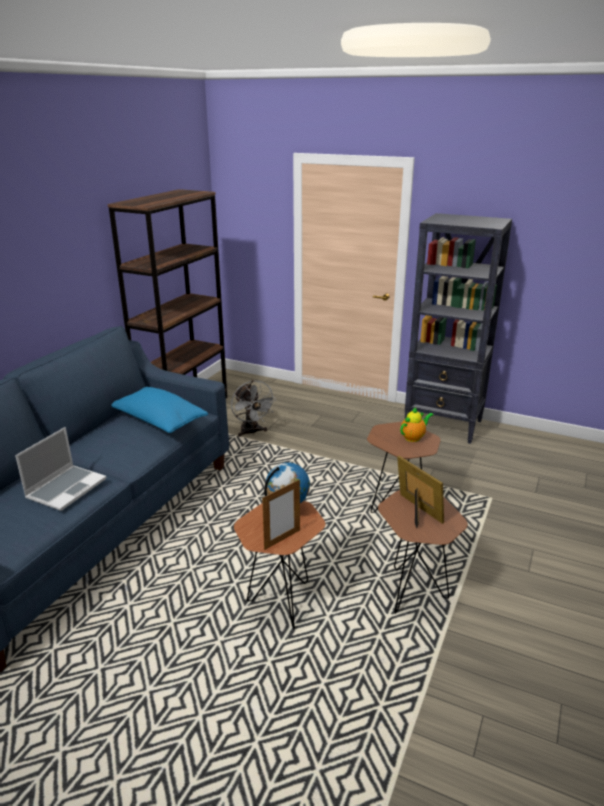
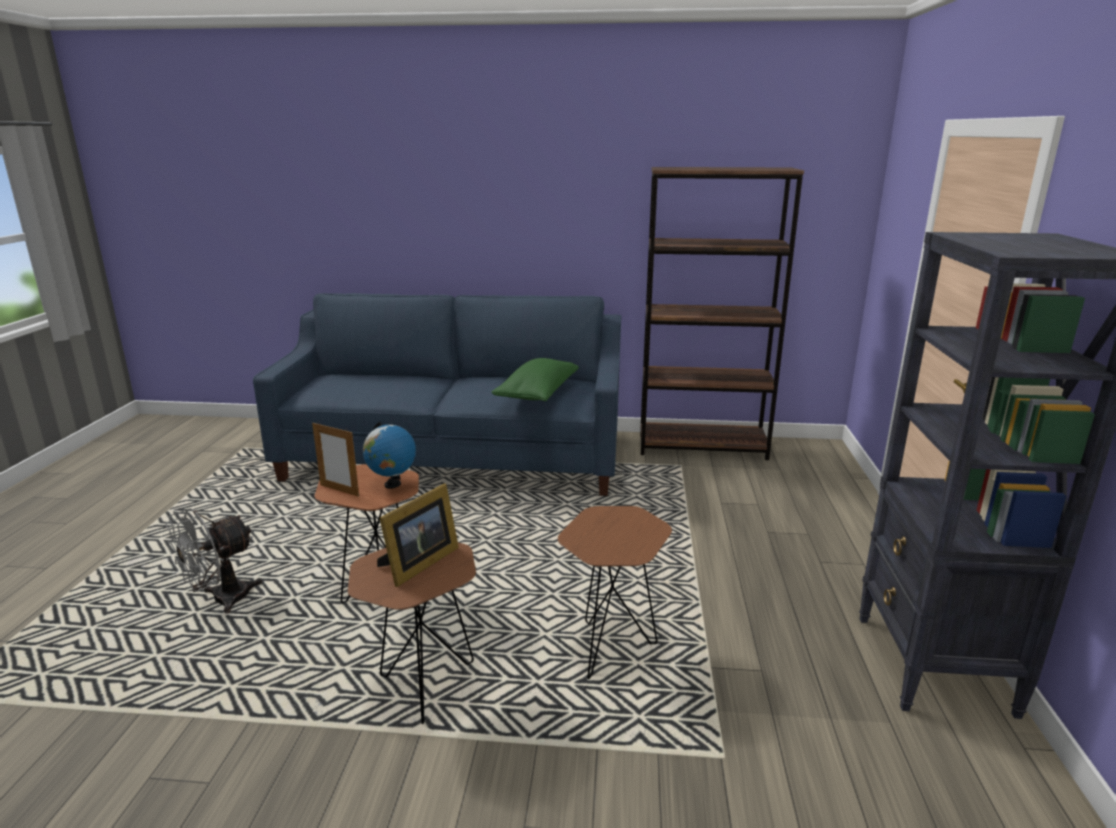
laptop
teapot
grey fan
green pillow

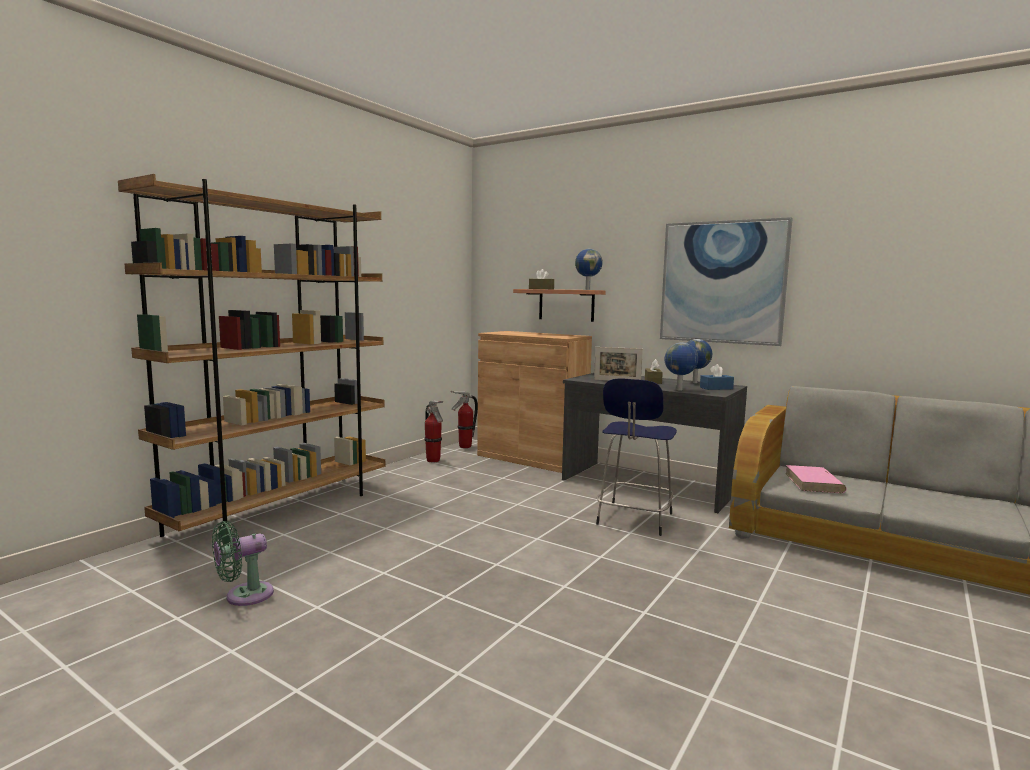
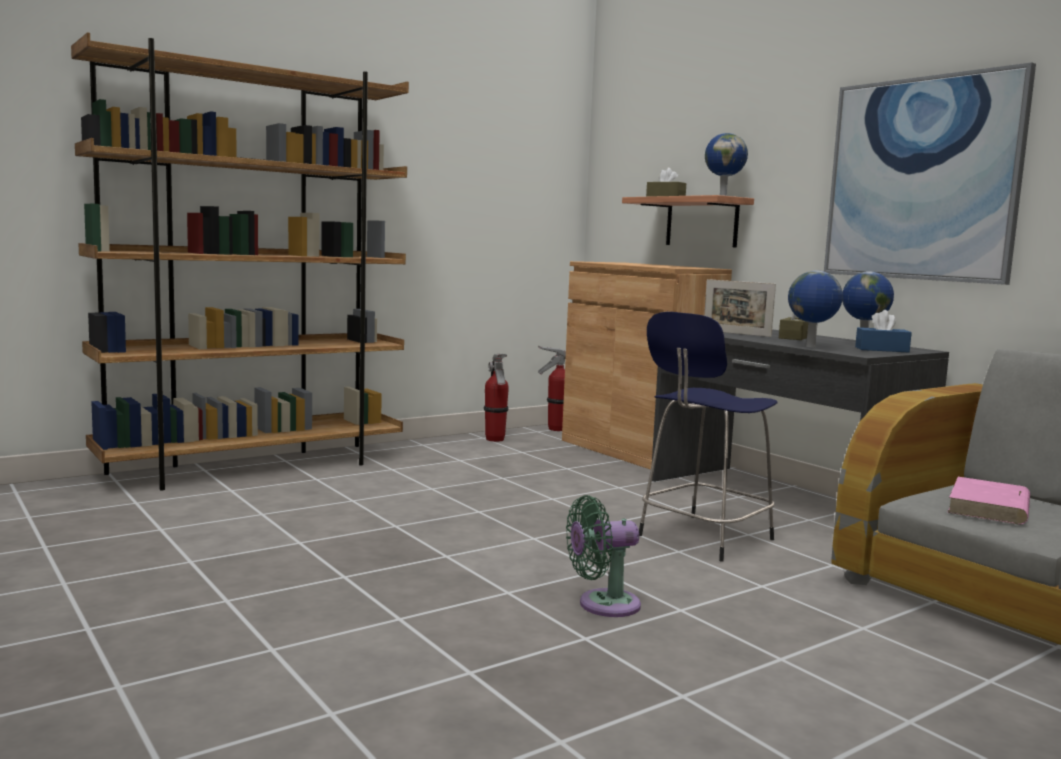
green fan

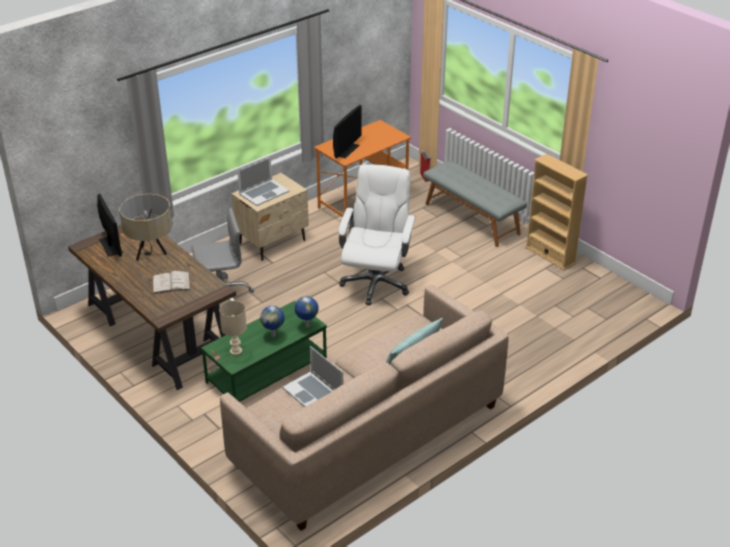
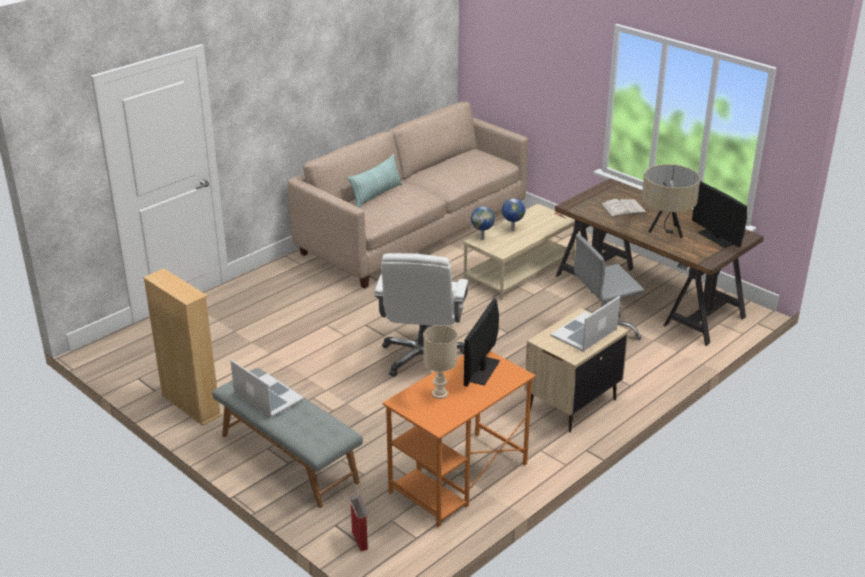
beige table lamp (1st from left)
laptop (1st from left)
beige coffee table

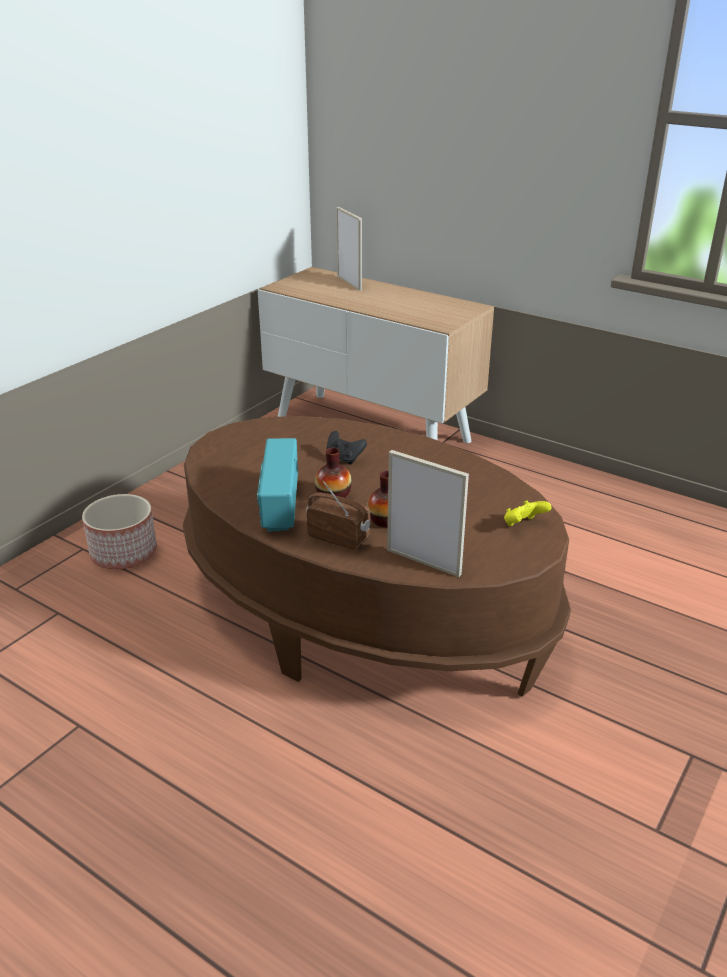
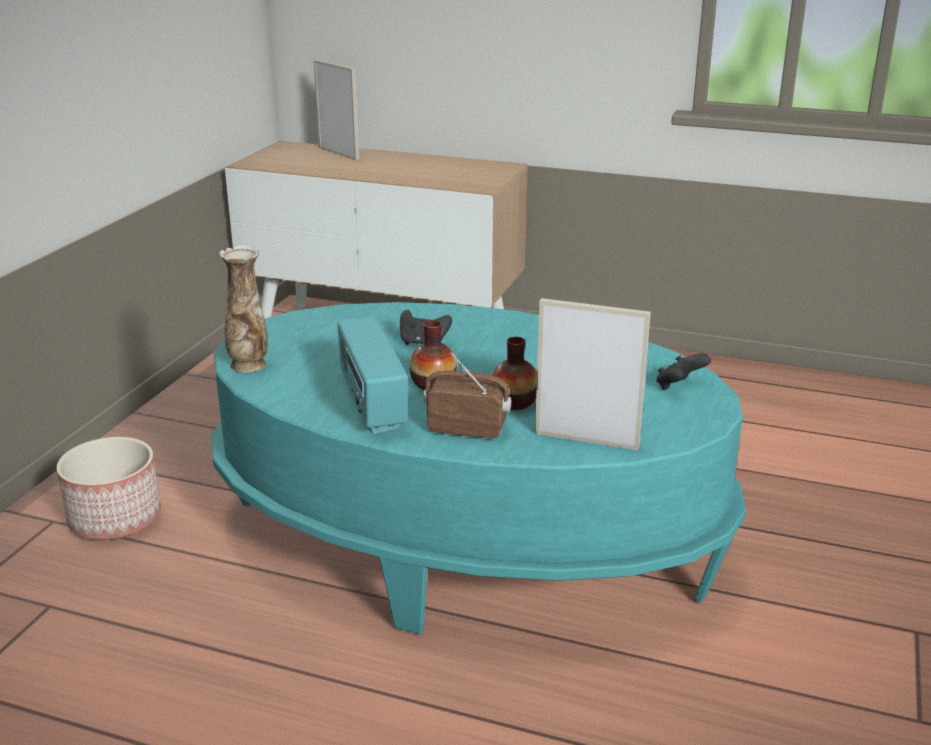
vase (1st from left)
turquoise coffee table
black game controller (2nd from left)

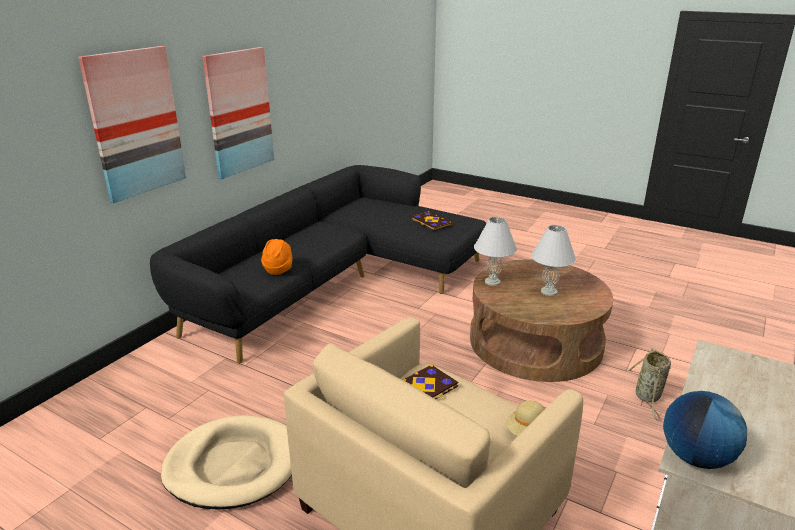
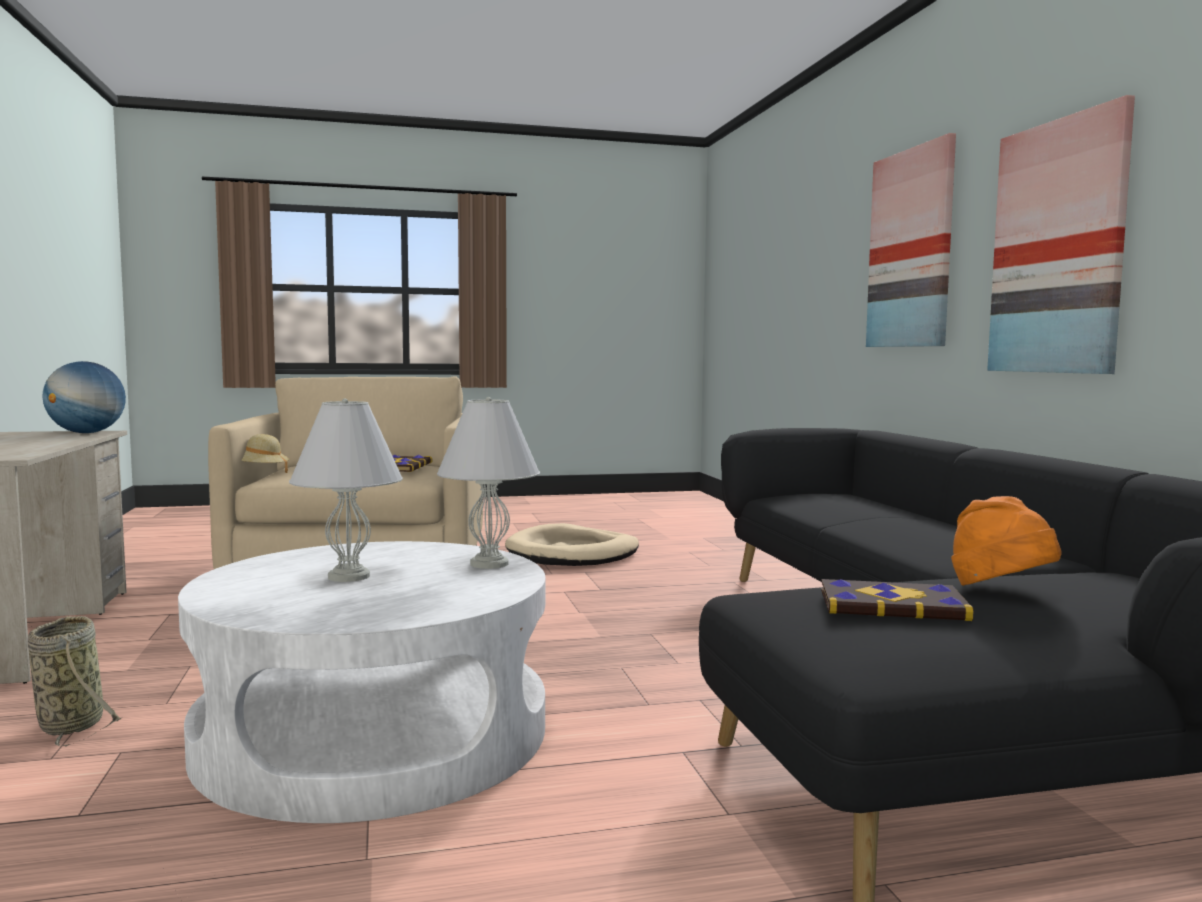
orange hat
white coffee table

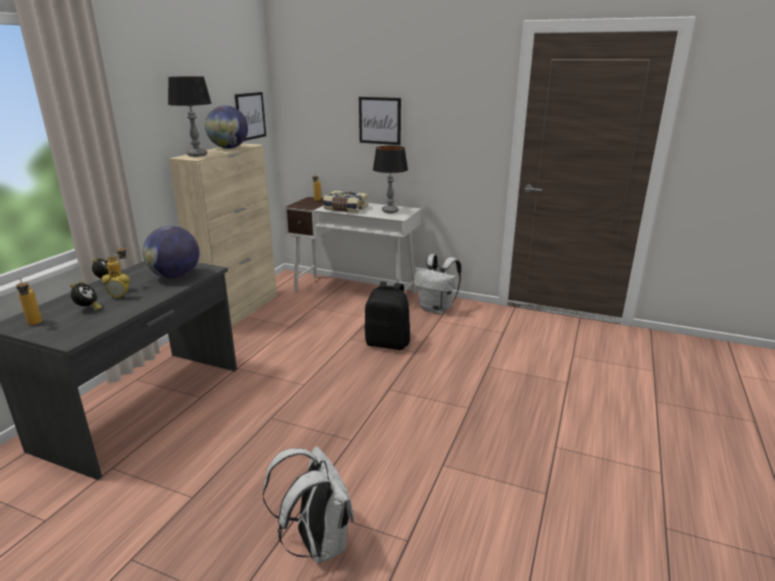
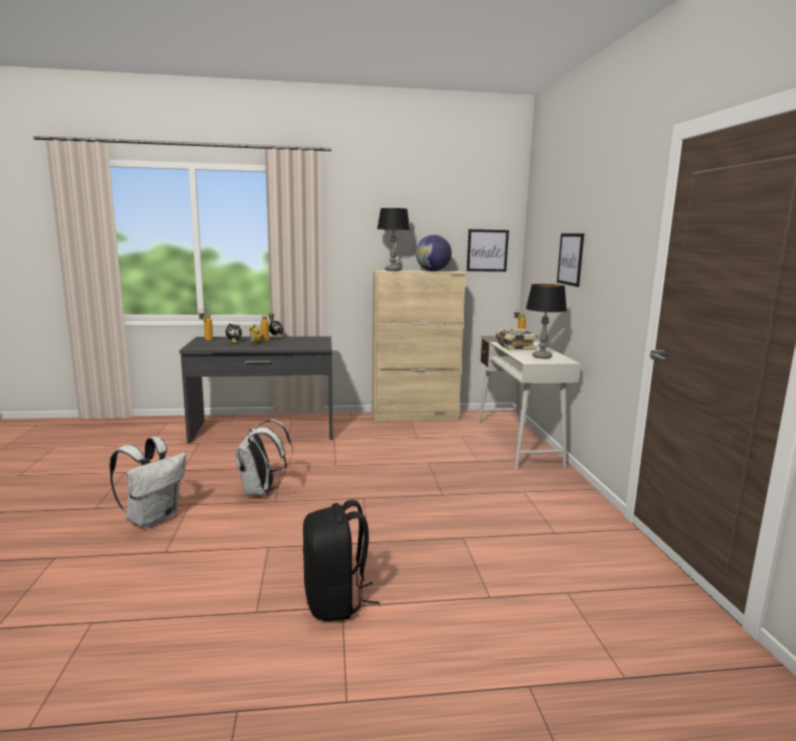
globe (1st from left in the first image)
black backpack
white backpack (2nd from left)

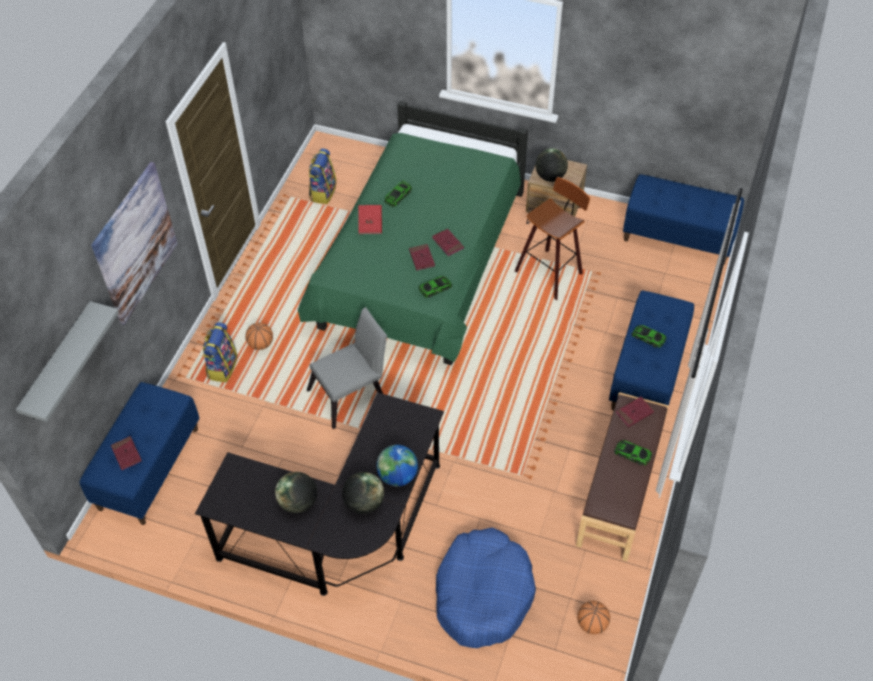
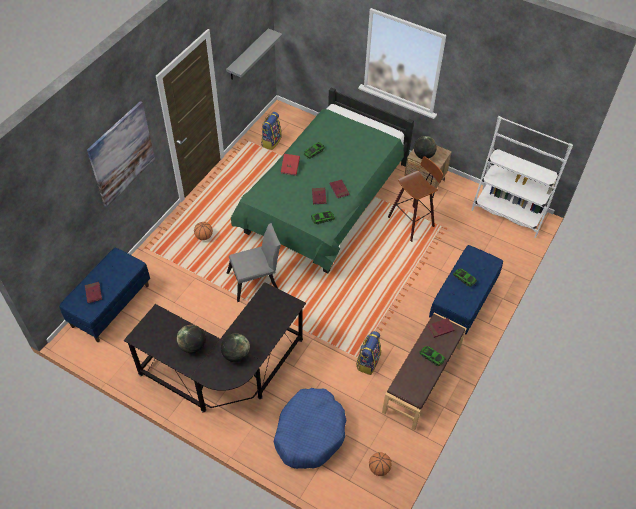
globe (3rd from left in the first image)
grey shelf
backpack (2nd from left)
white bookcase

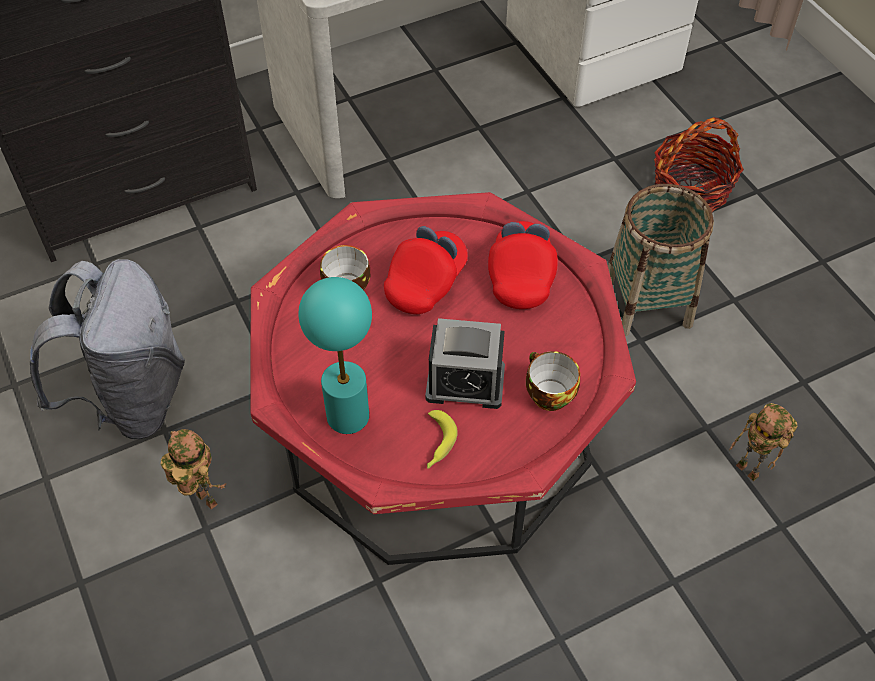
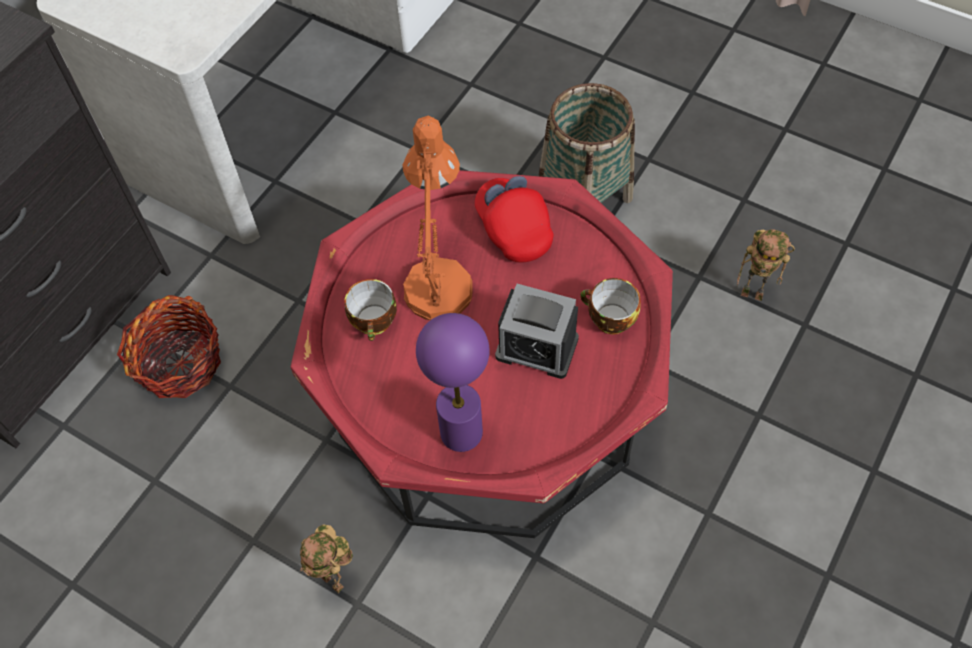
grey backpack
banana
basket (1st from left)
orange table lamp
purple table lamp
toy robot (1st from left)
alarm clock

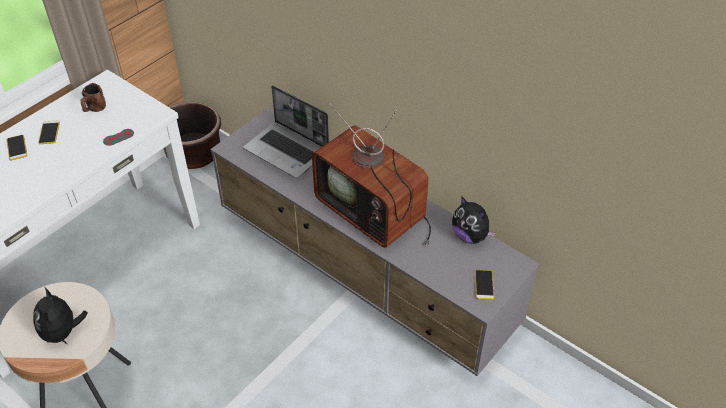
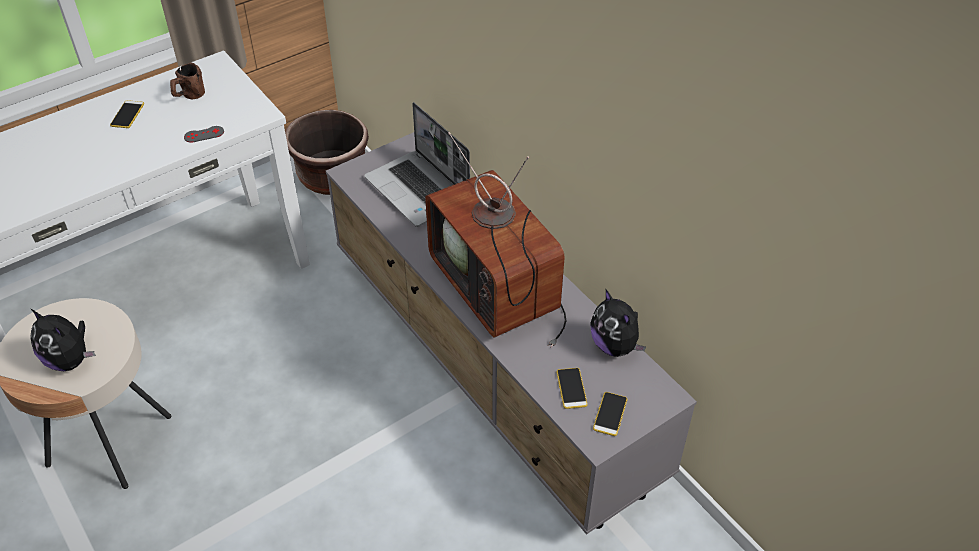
phone (2nd from left)
plush toy (1st from left)

